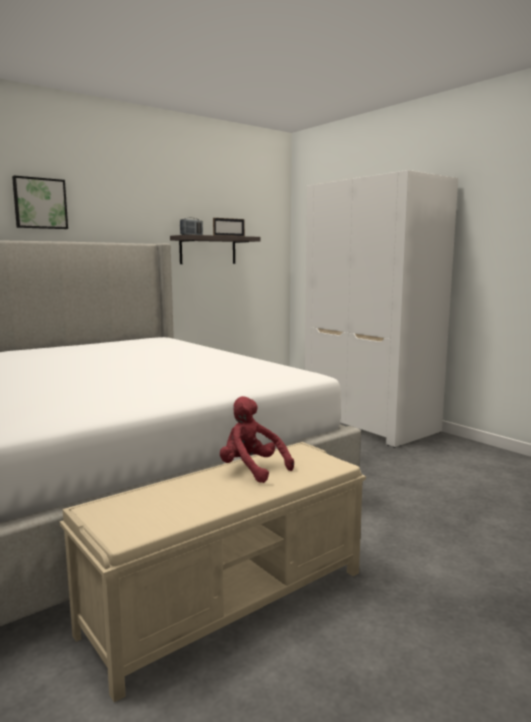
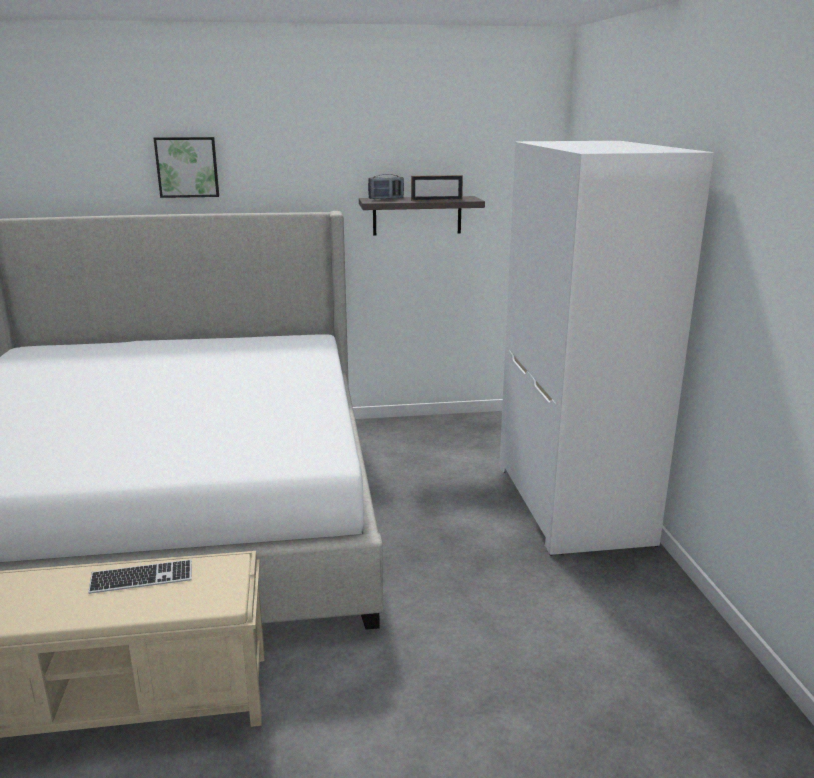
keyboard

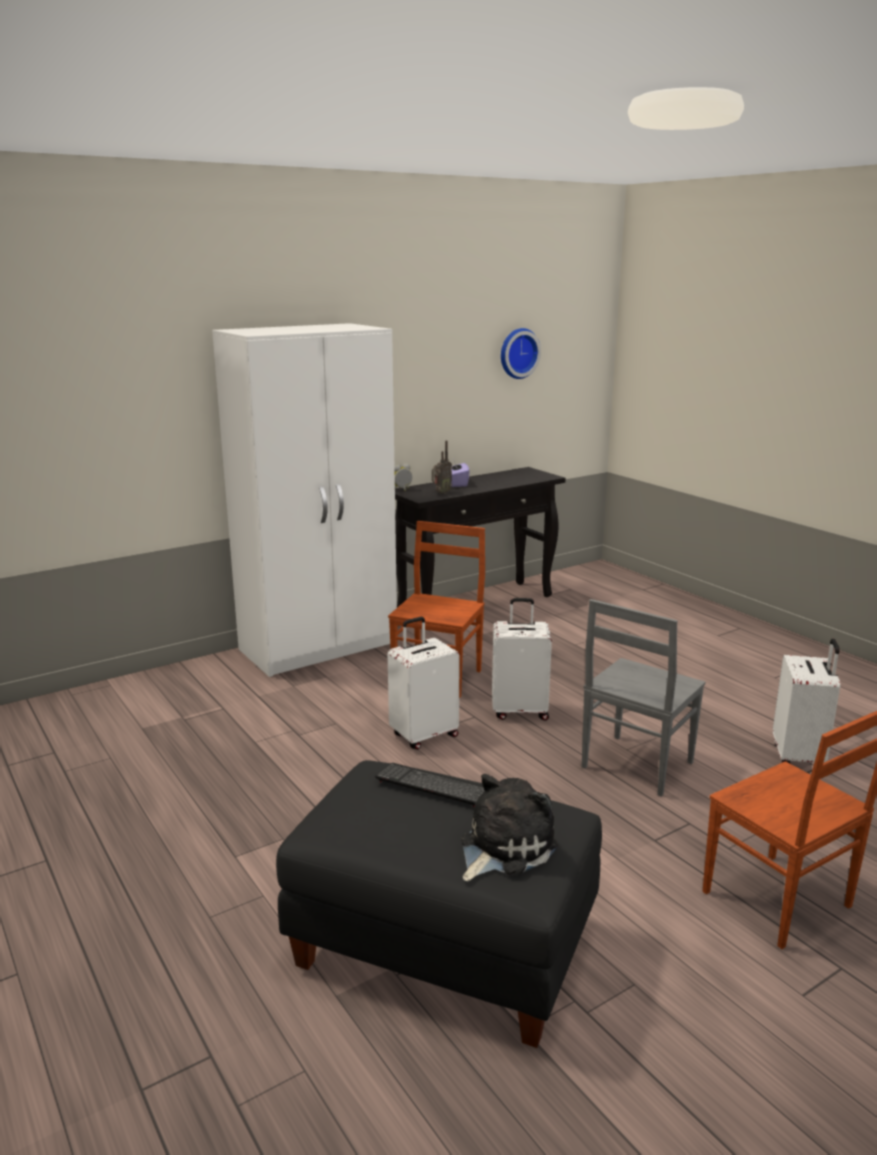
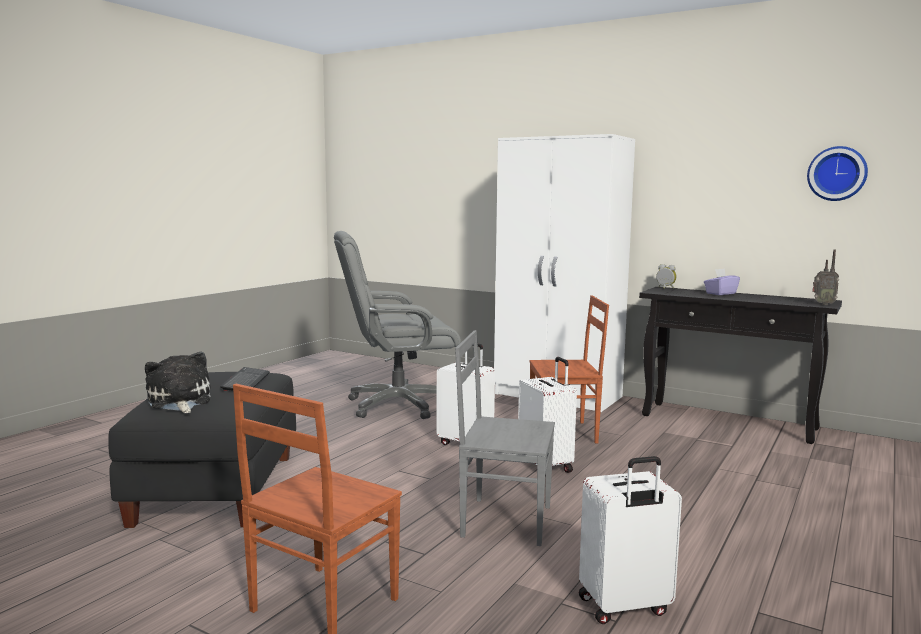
grey office chair
radio
plush toy

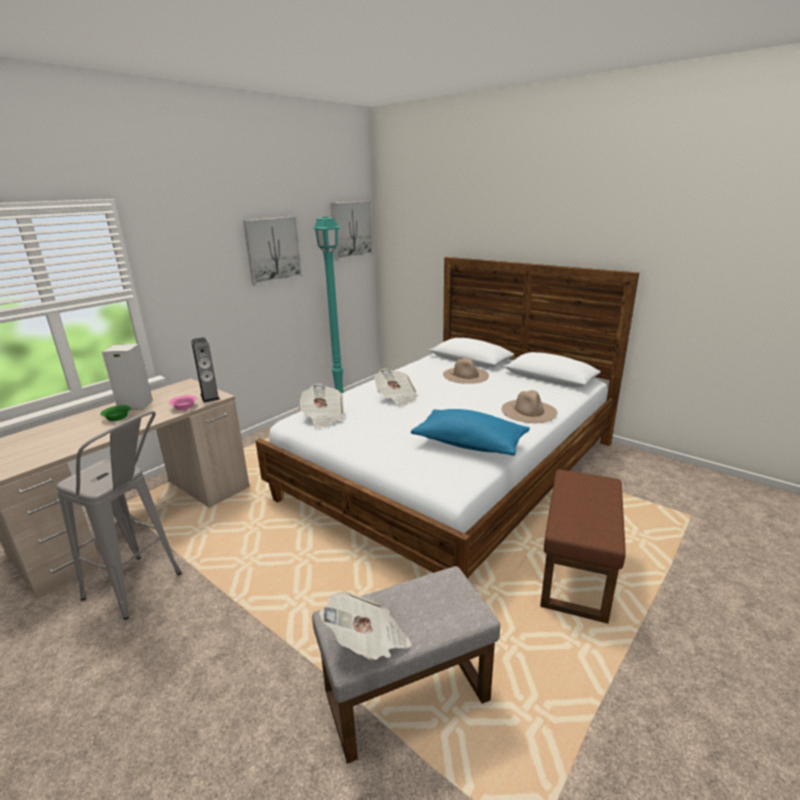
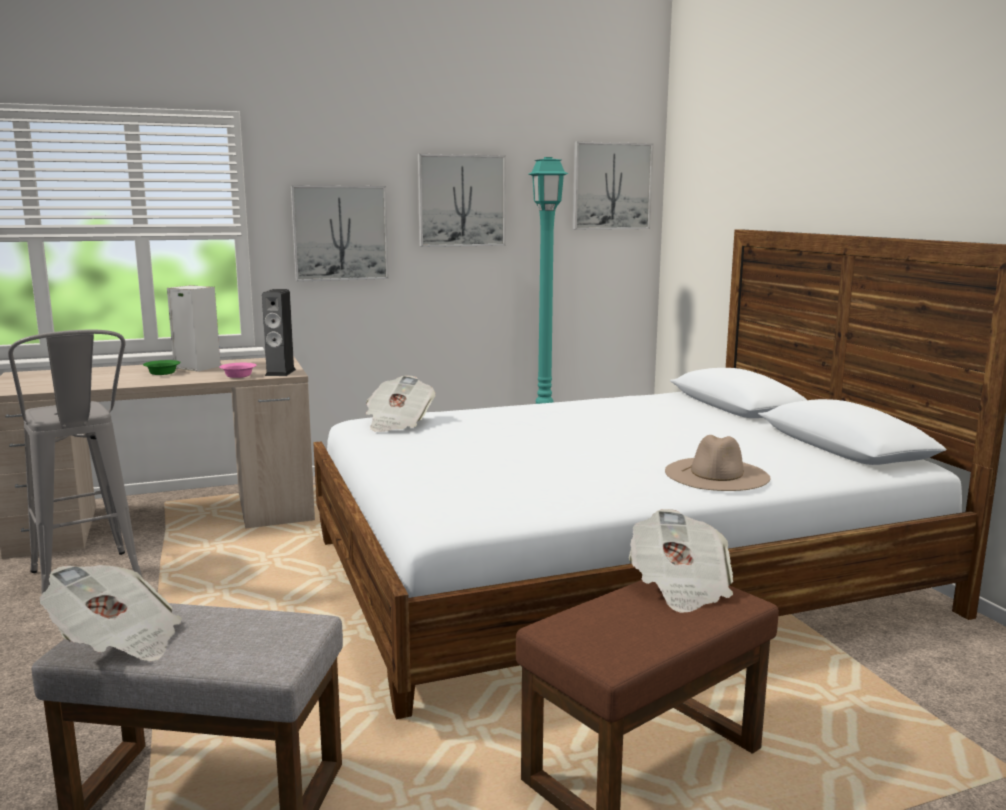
blue pillow
beige hat (1st from left in the first image)
picture (1st from left)
newspaper (3rd from left)

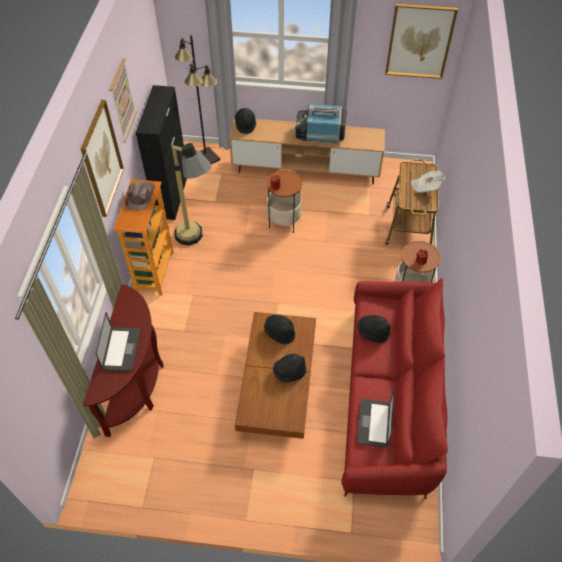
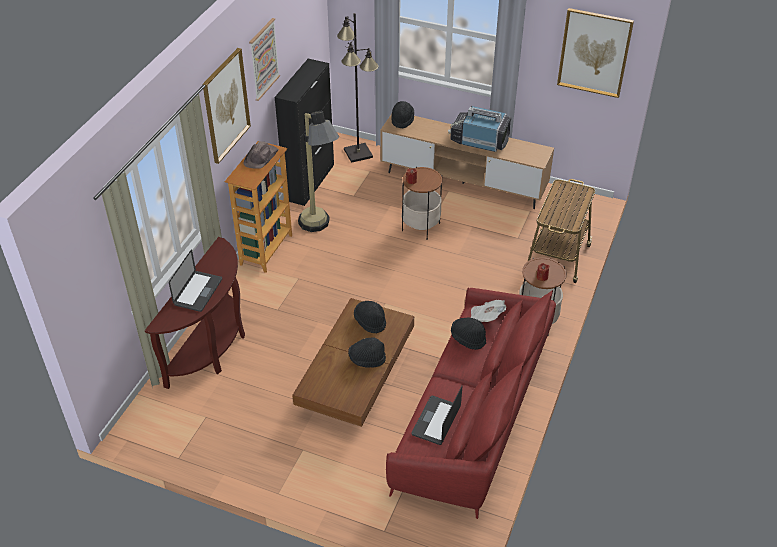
newspaper

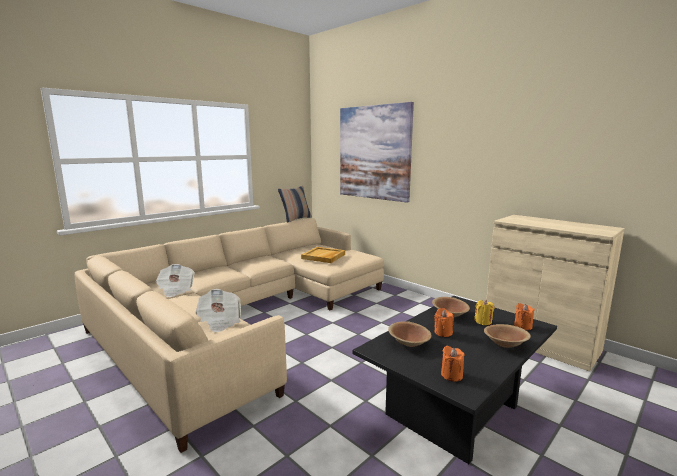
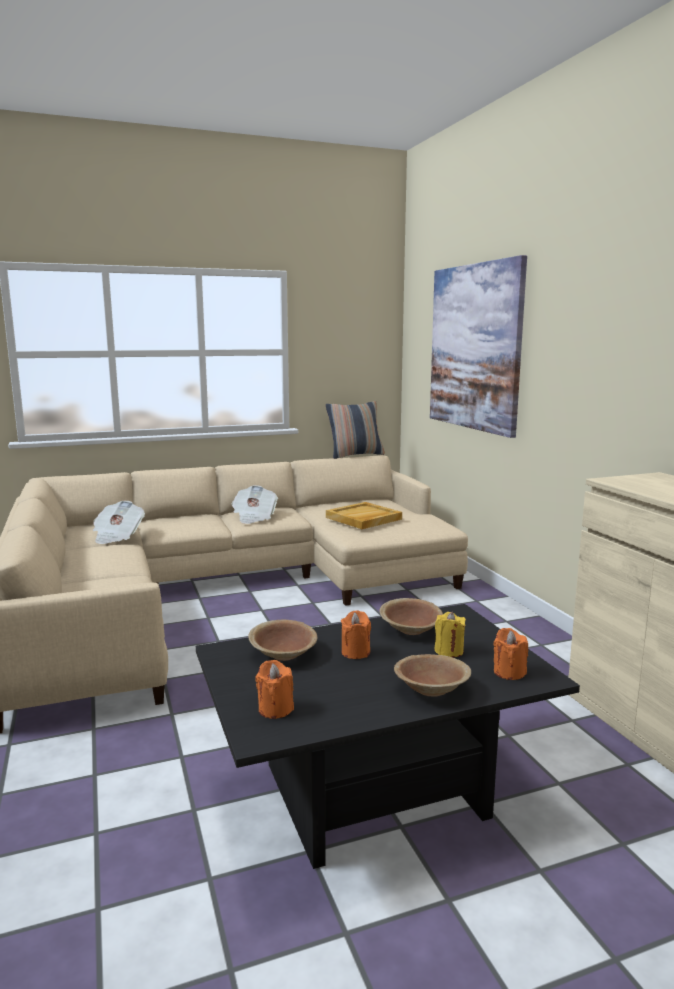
newspaper (2nd from left)

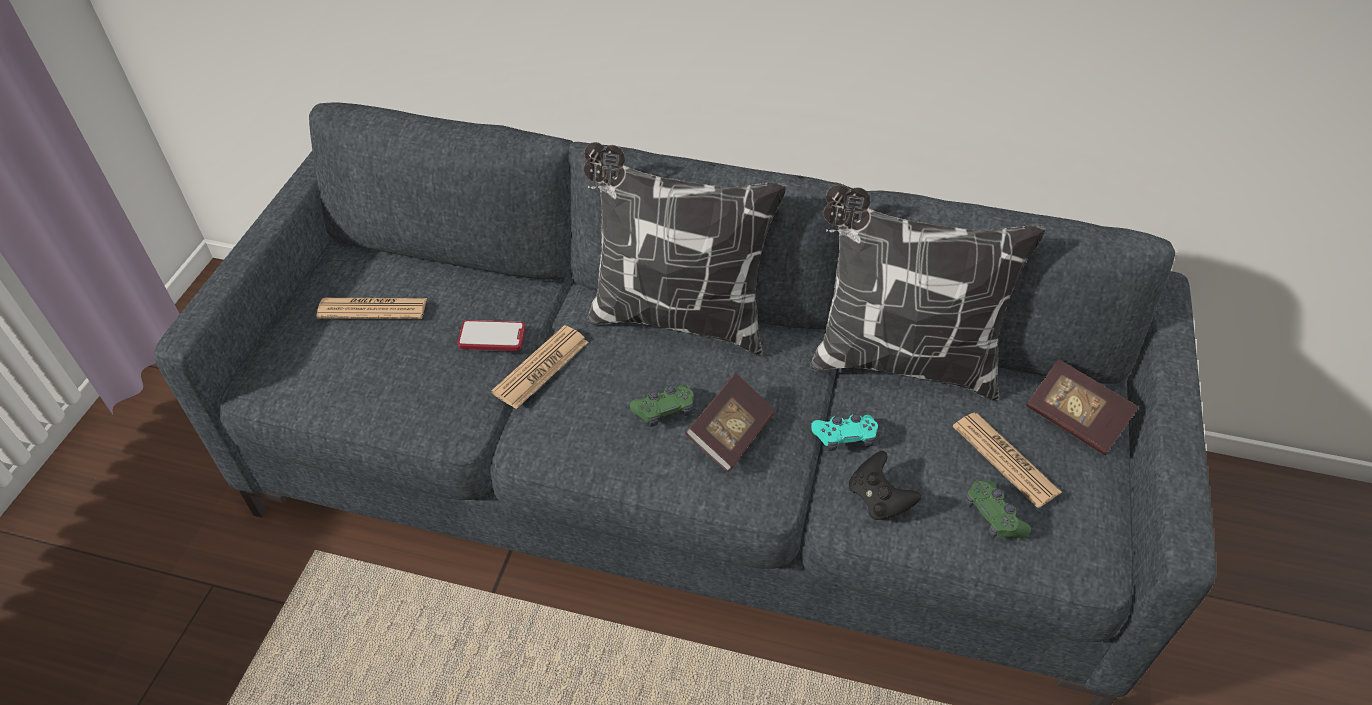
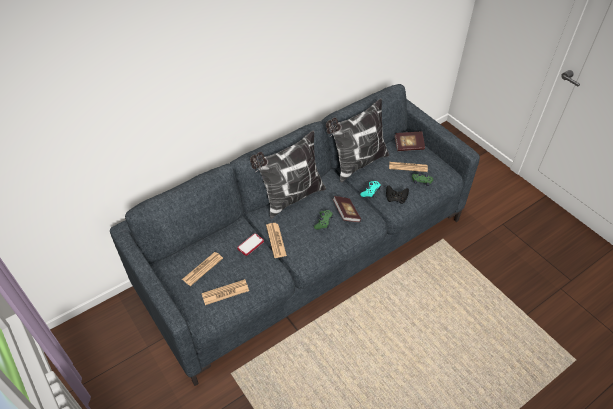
newspaper (2nd from left)

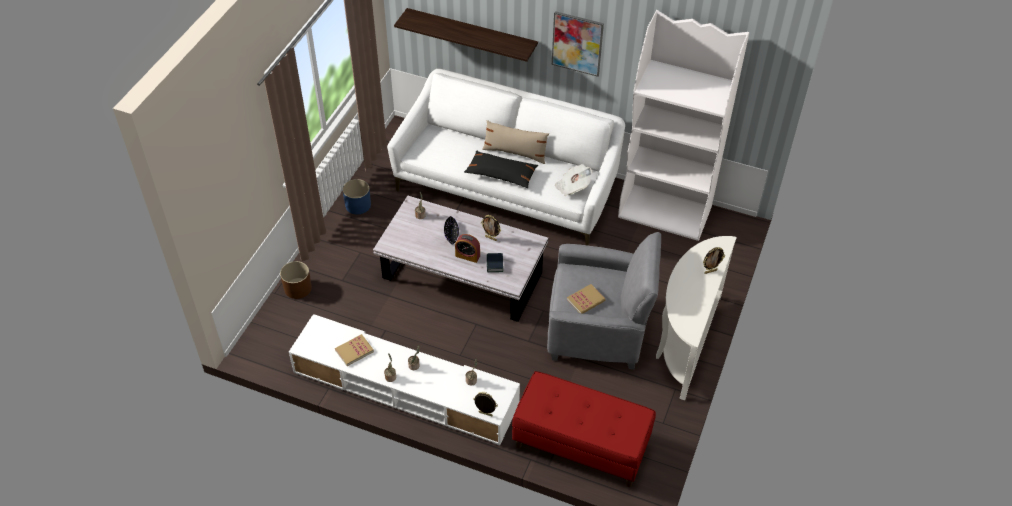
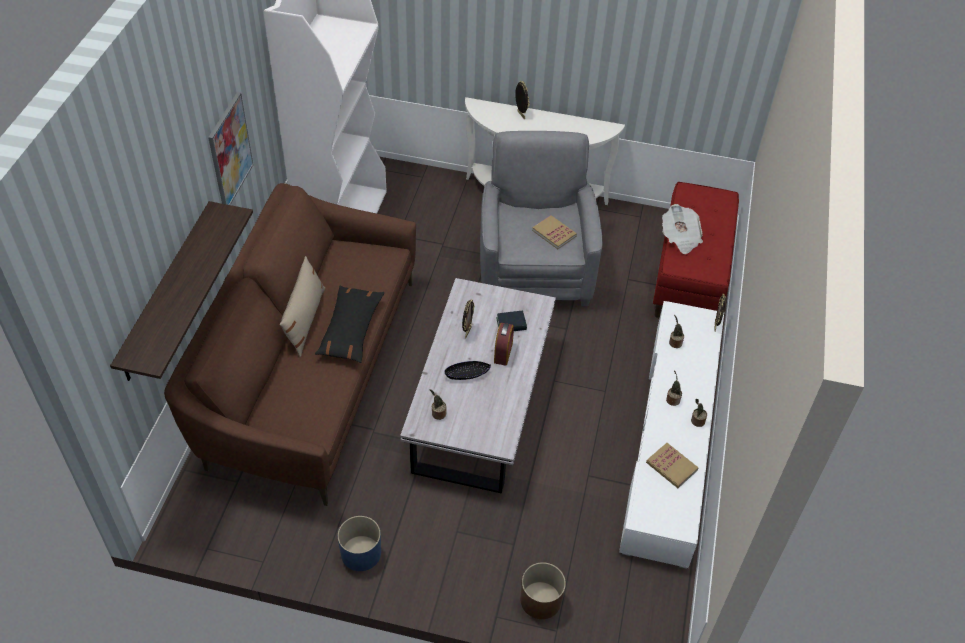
newspaper
brown sofa

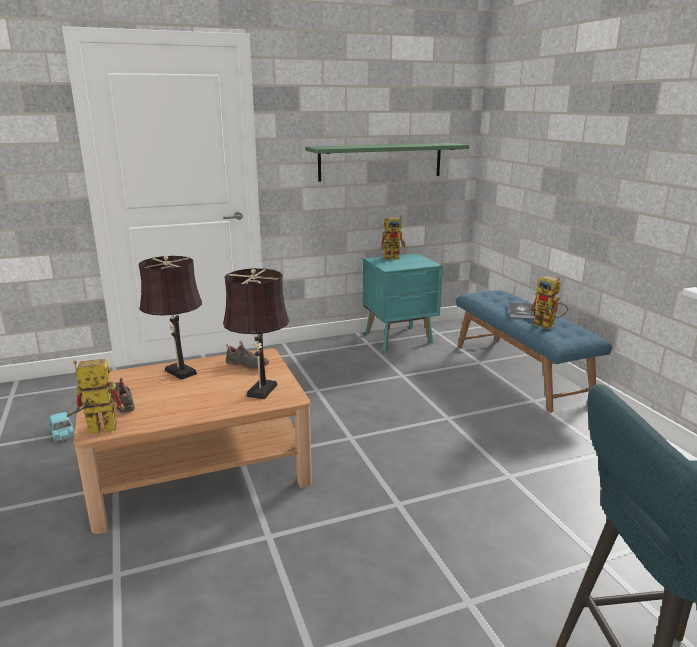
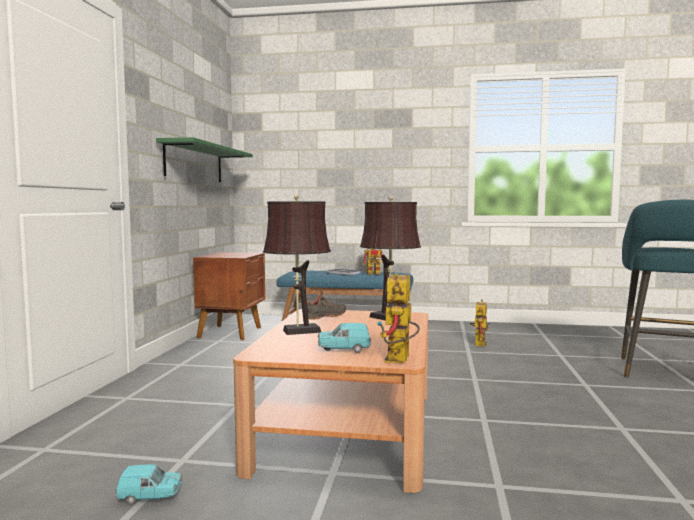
toy robot (3rd from left)
turquoise toy car (2nd from left)
brown nightstand

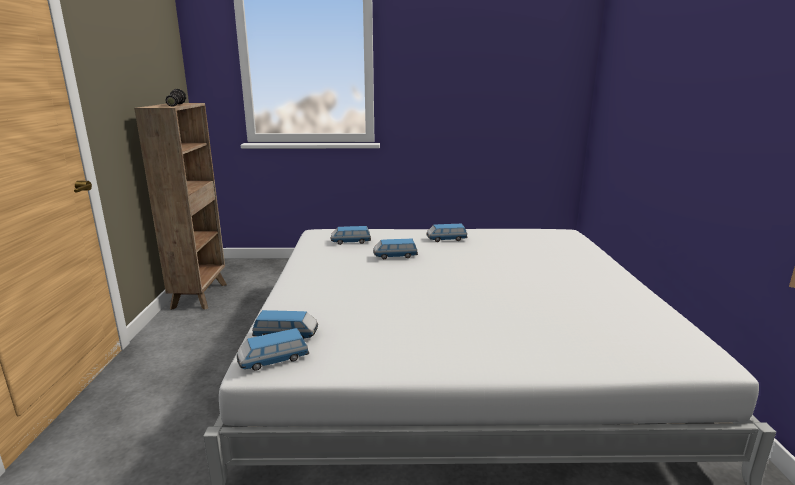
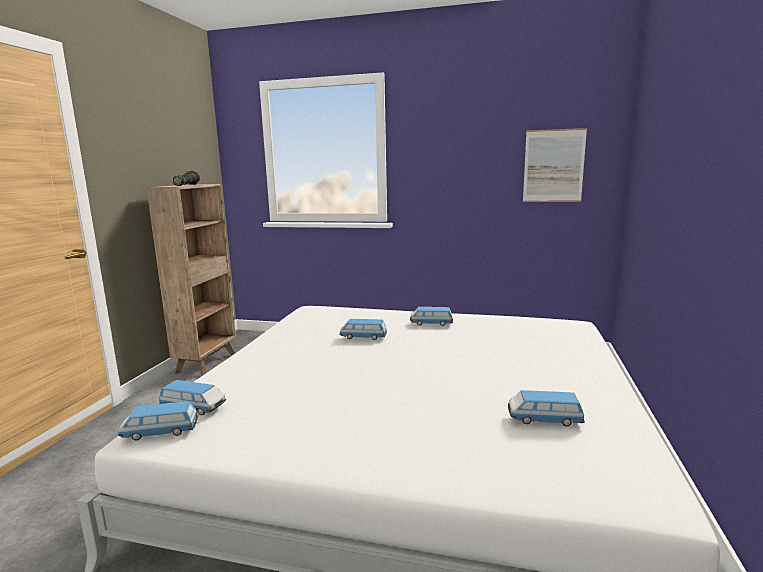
picture
toy car (5th from left)

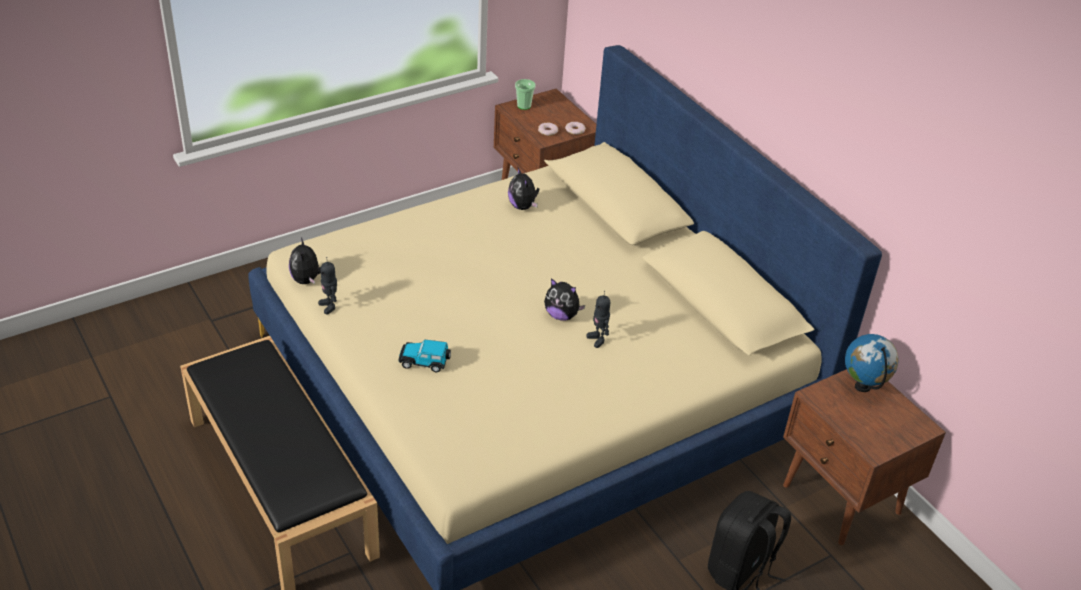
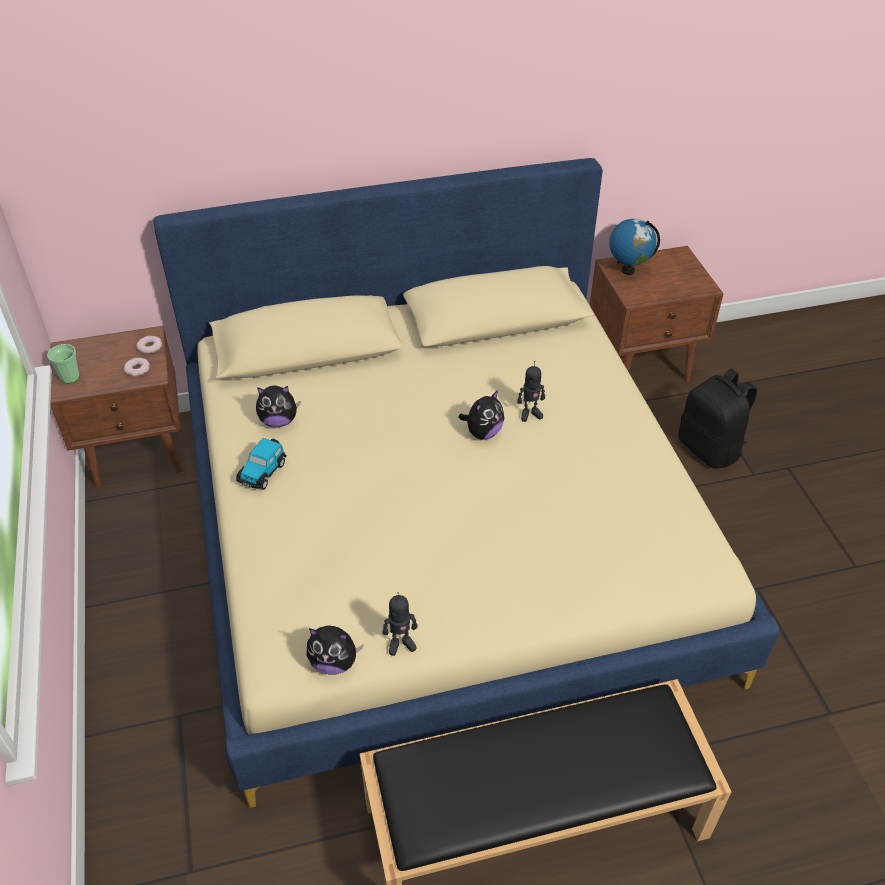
toy car

